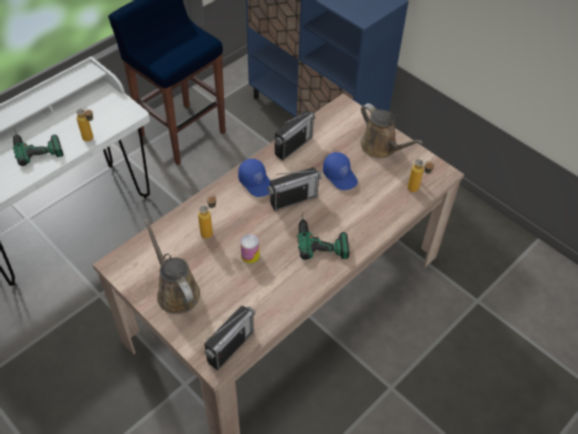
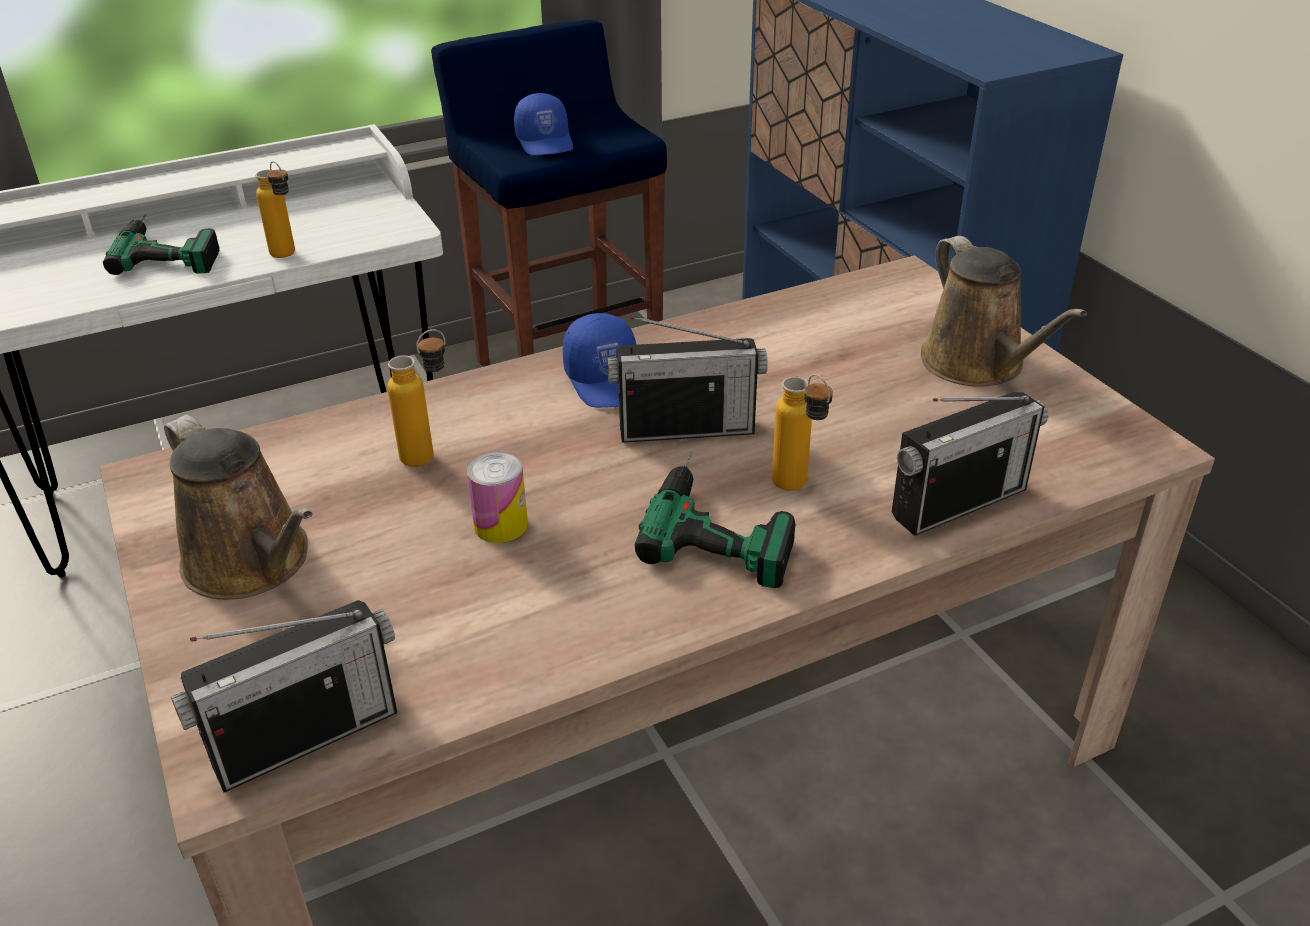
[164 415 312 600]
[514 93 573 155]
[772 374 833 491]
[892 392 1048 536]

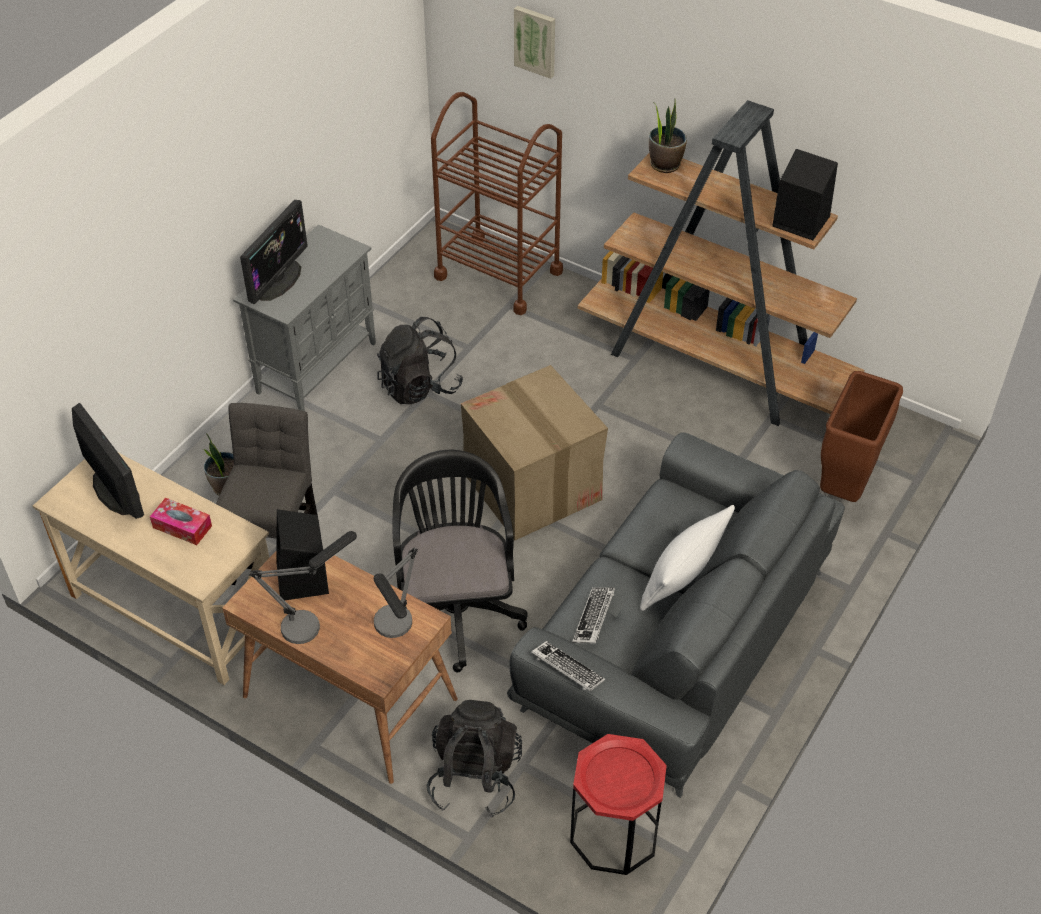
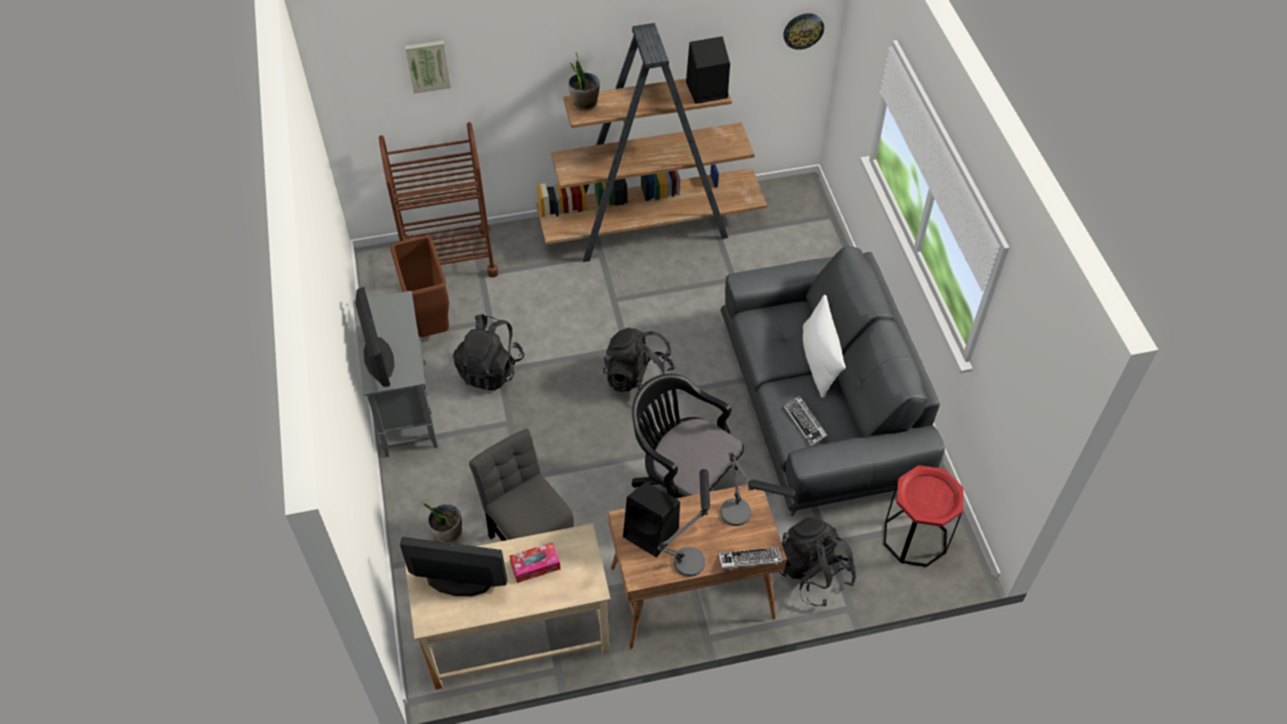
[391 235 449 337]
[603 328 676 400]
[719 547 782 570]
[783 13 824 50]

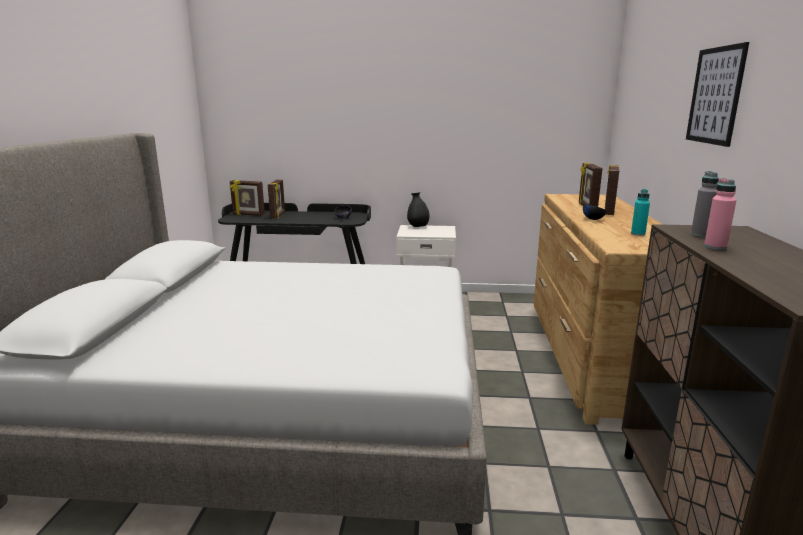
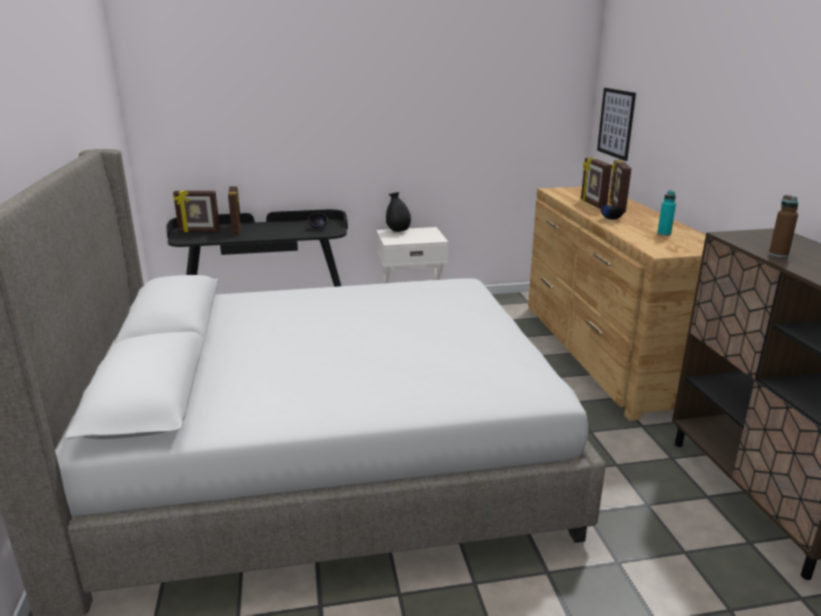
[597 88 636 161]
[769 195 798 257]
[691 171 719 237] (first image)

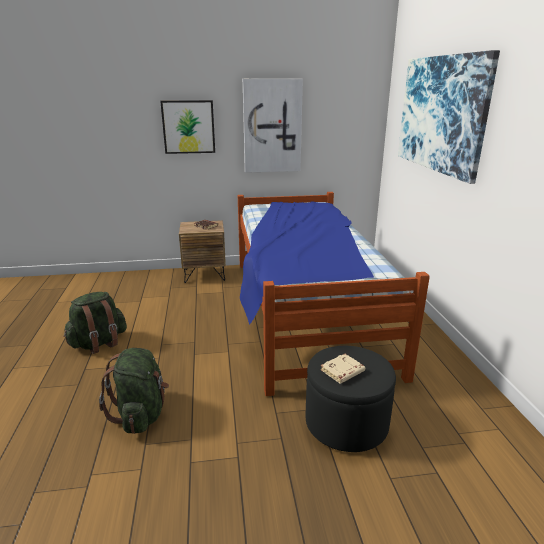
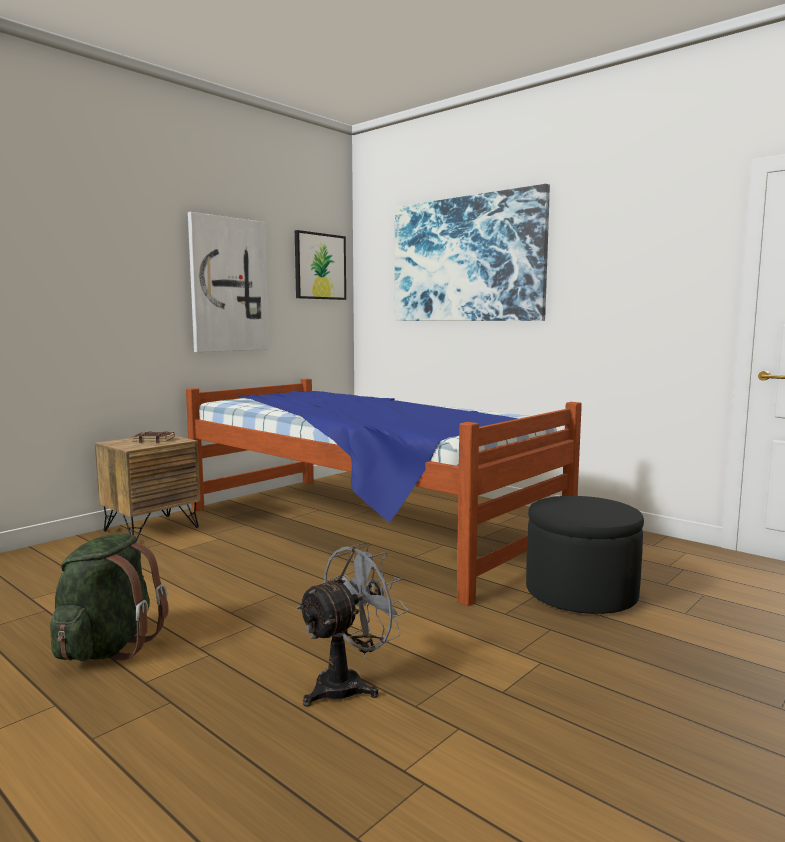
[295 230 346 300]
[296 542 409 707]
[320 354 365 384] (first image)

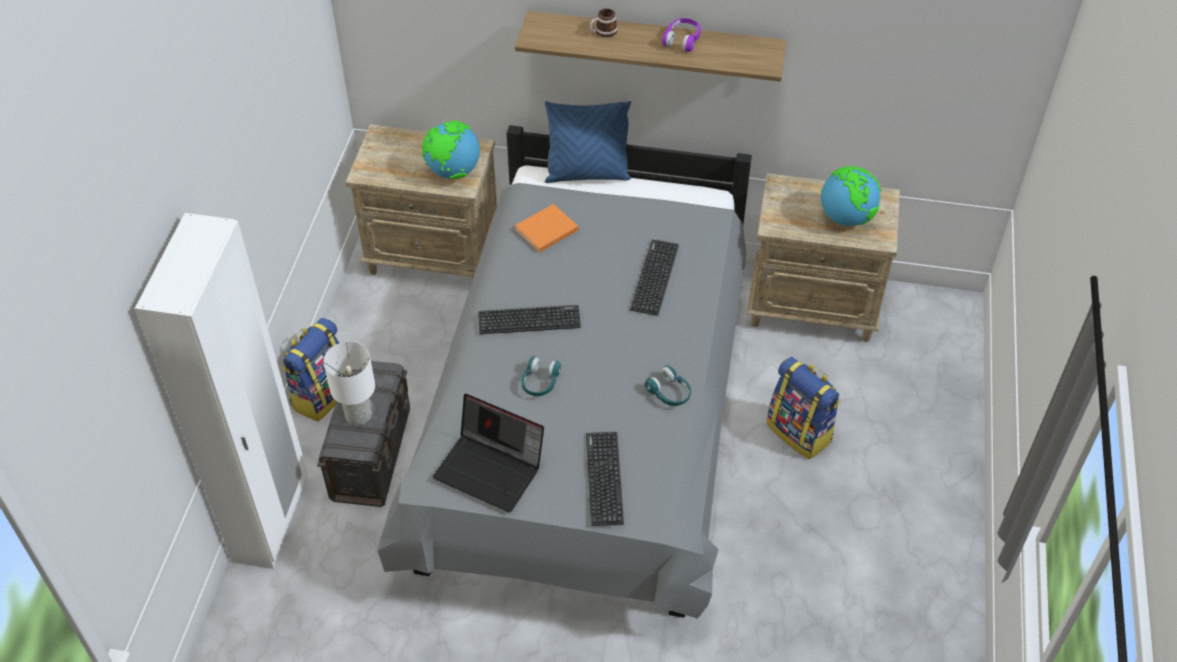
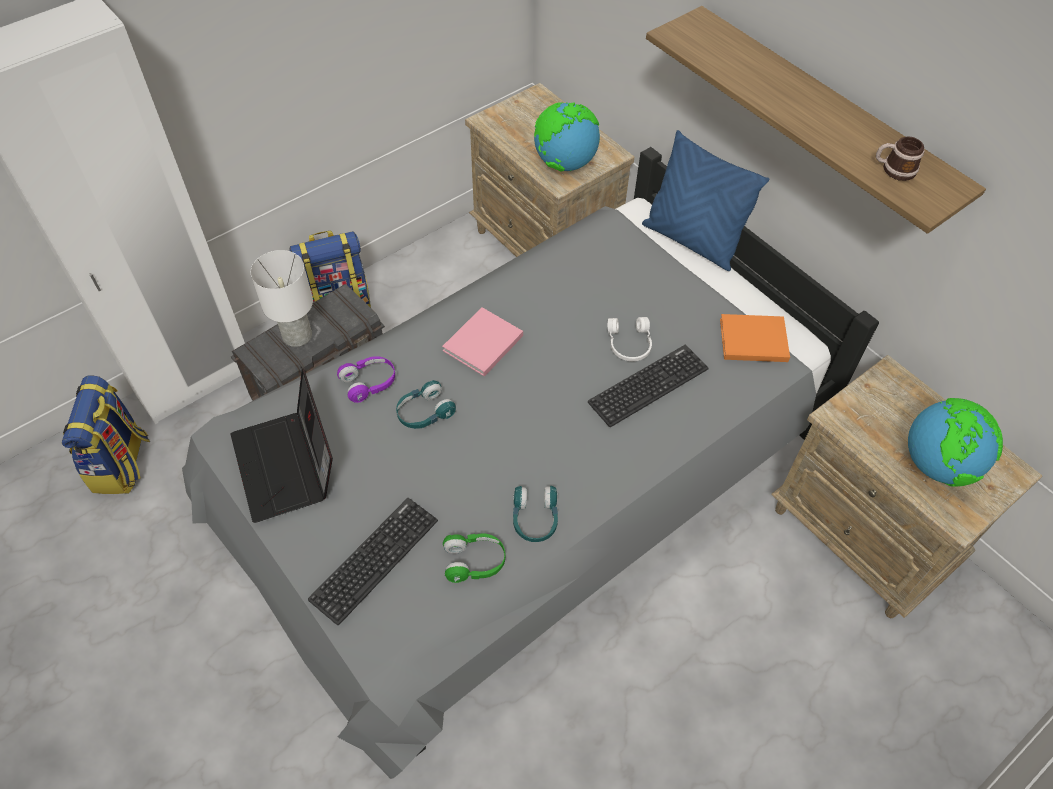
[62 375 150 494]
[337 356 395 403]
[442 307 523 377]
[443 534 506 583]
[607 317 652 361]
[720 314 790 362]
[876 136 924 181]

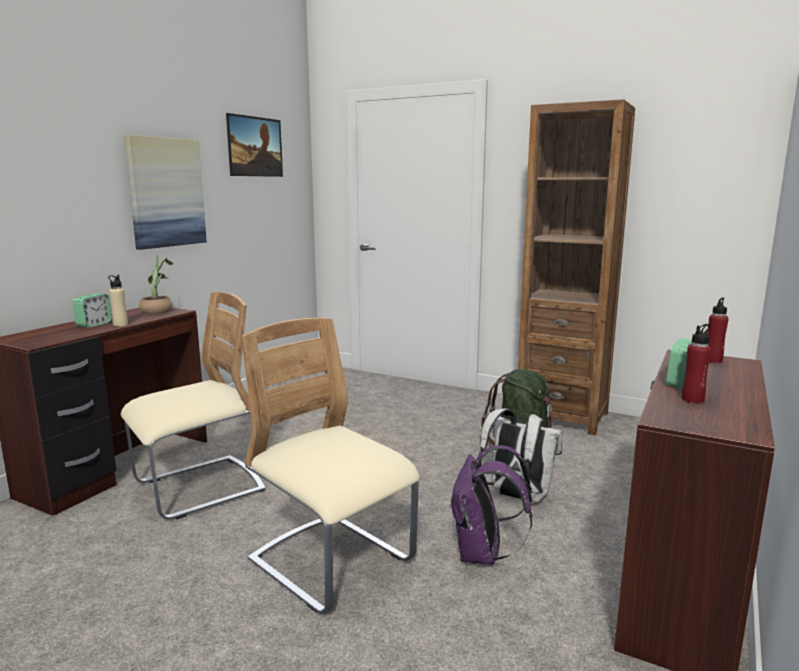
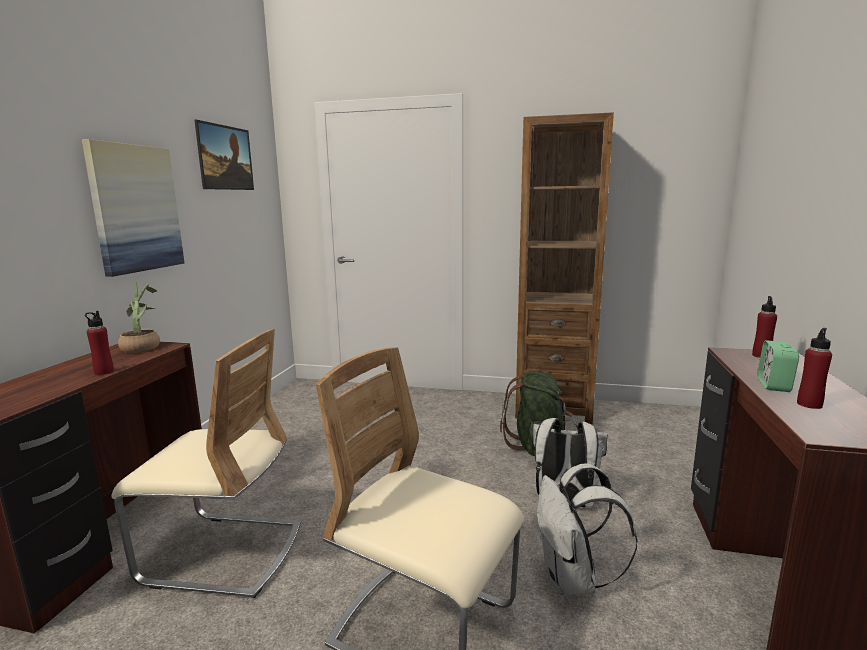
[85 311 114 375]
[112 329 301 598]
[537 463 637 595]
[72 294 112 328] (first image)

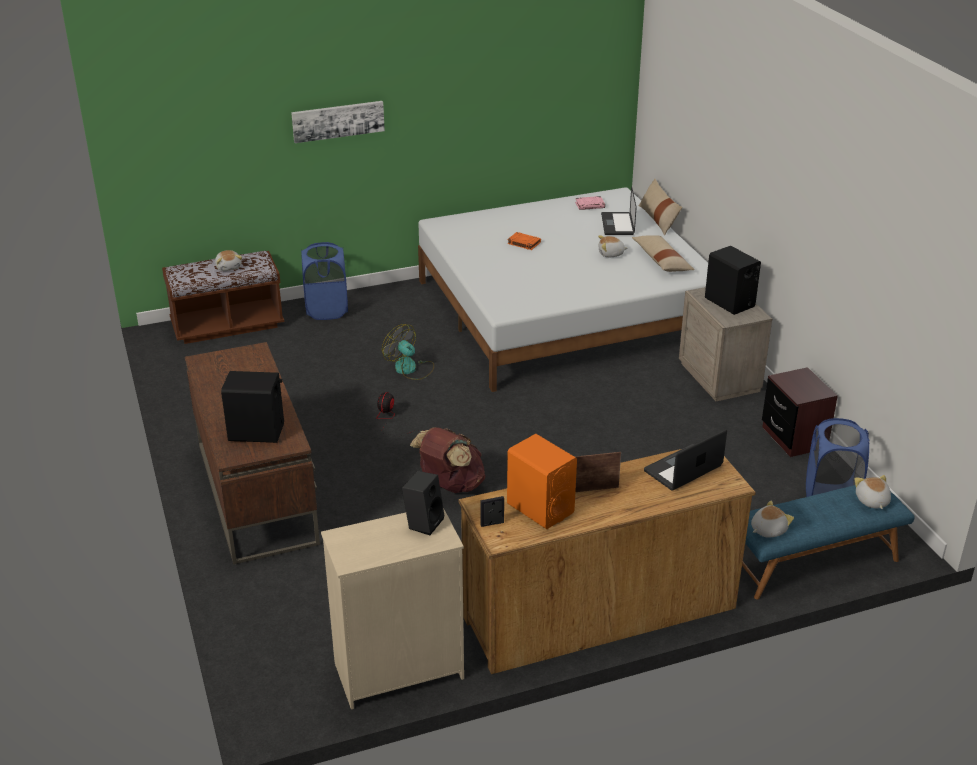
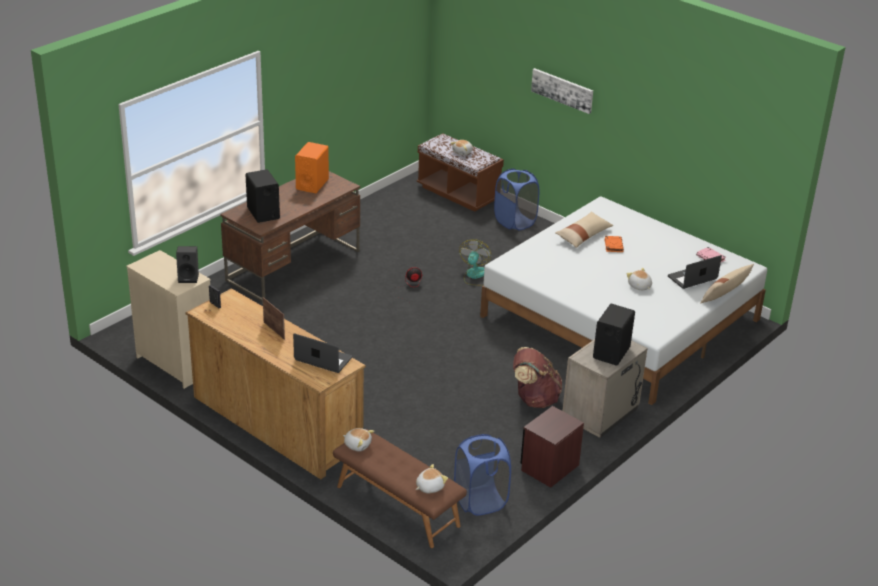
[295 142 329 193]
[333 429 467 548]
[513 347 562 408]
[555 211 613 248]

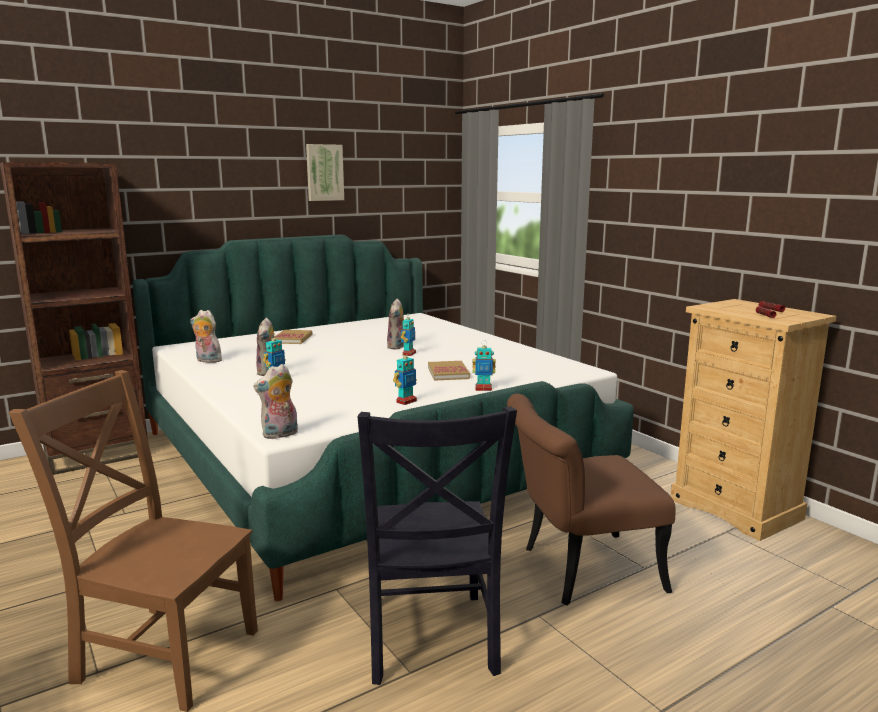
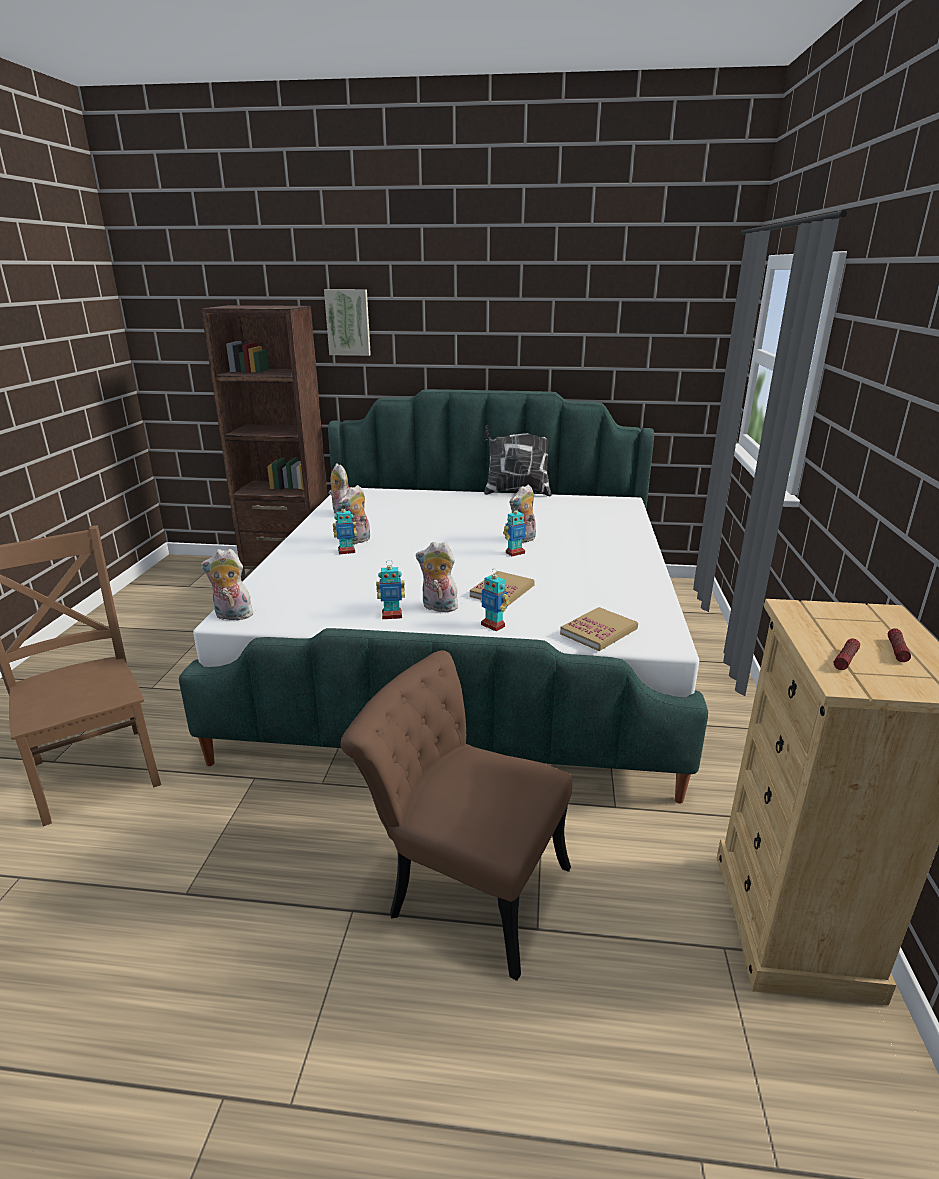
[324 289 371 356]
[416 542 458 614]
[484 425 551 496]
[560 607 638 651]
[358 406 517 685] (first image)

